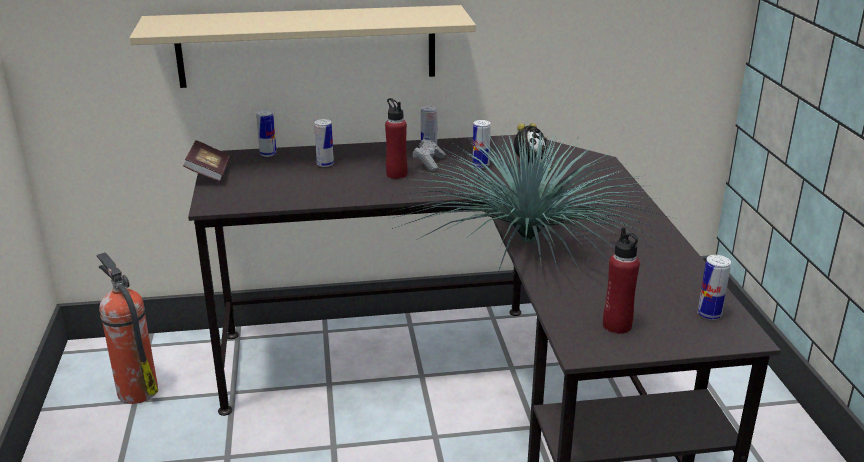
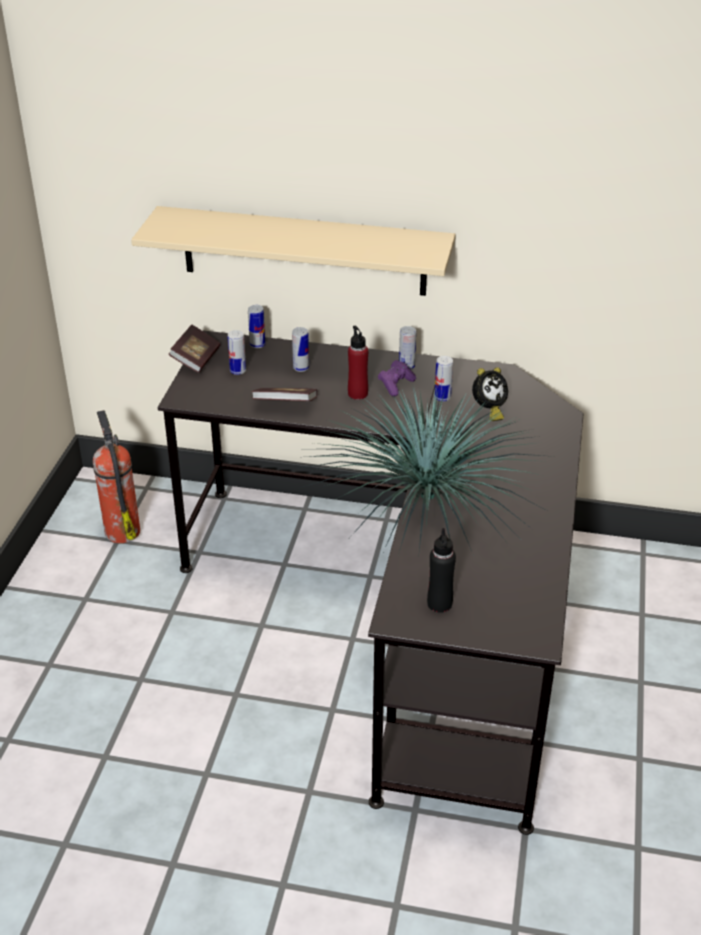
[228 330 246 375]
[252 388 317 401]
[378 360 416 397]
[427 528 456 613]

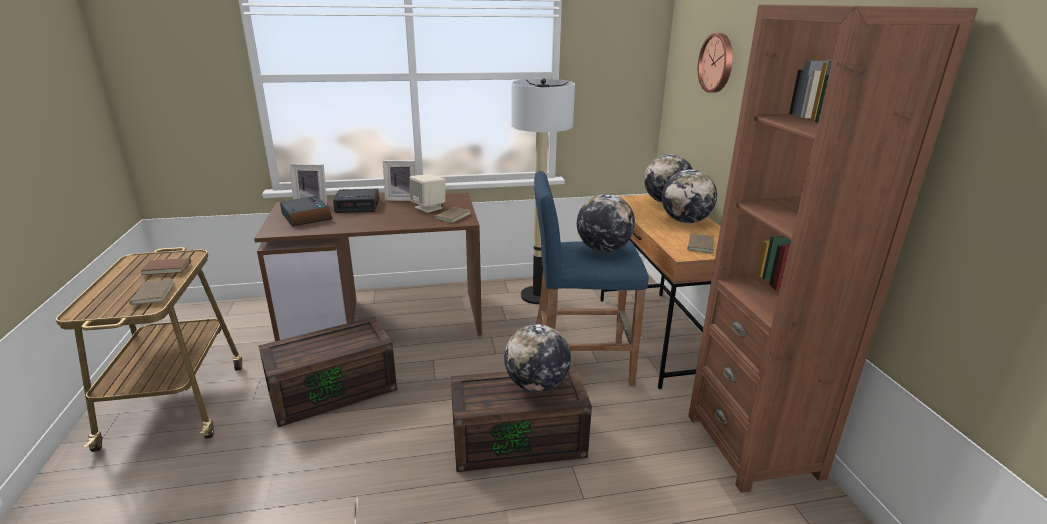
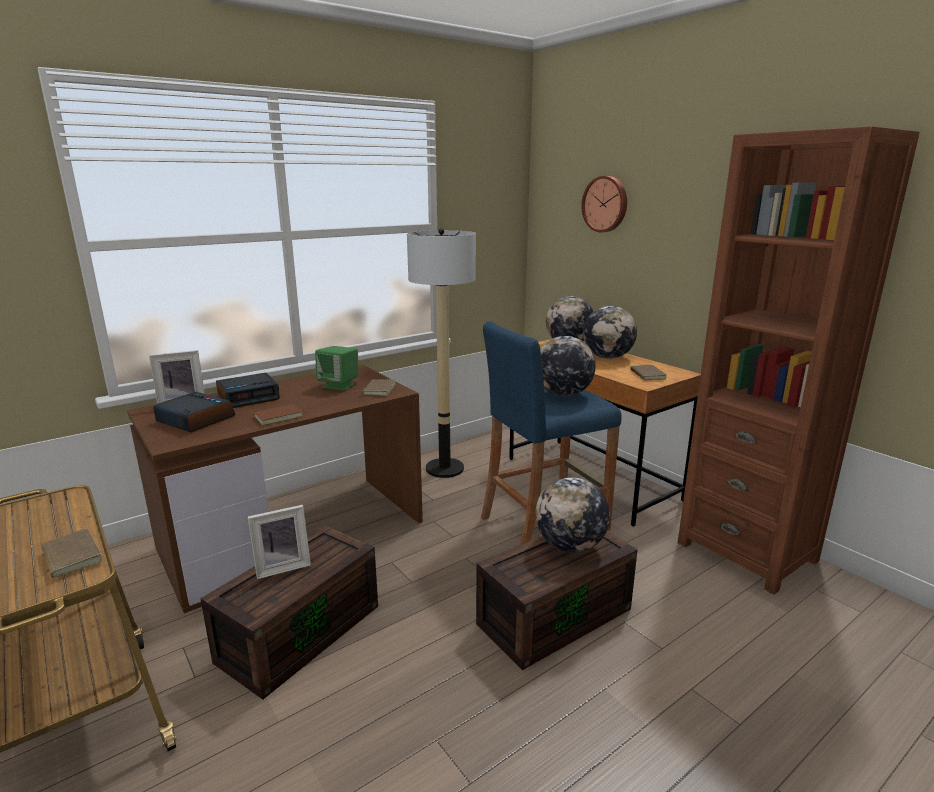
[248 505 311 579]
[251 405 303 426]
[315 346 358 391]

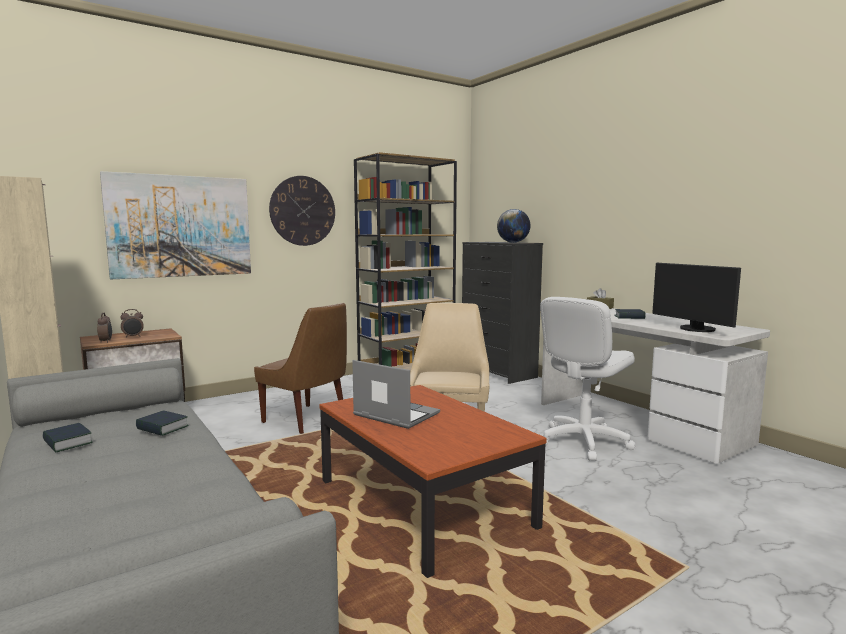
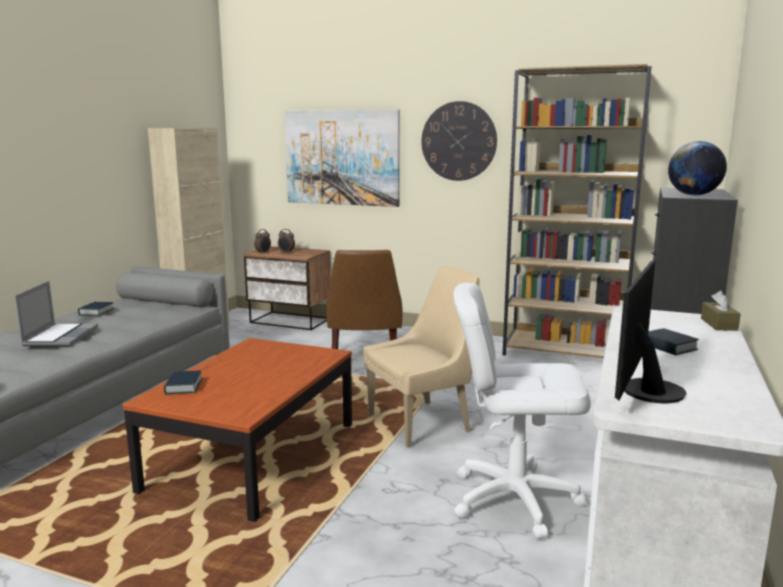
[15 281 98 346]
[164 370 203 394]

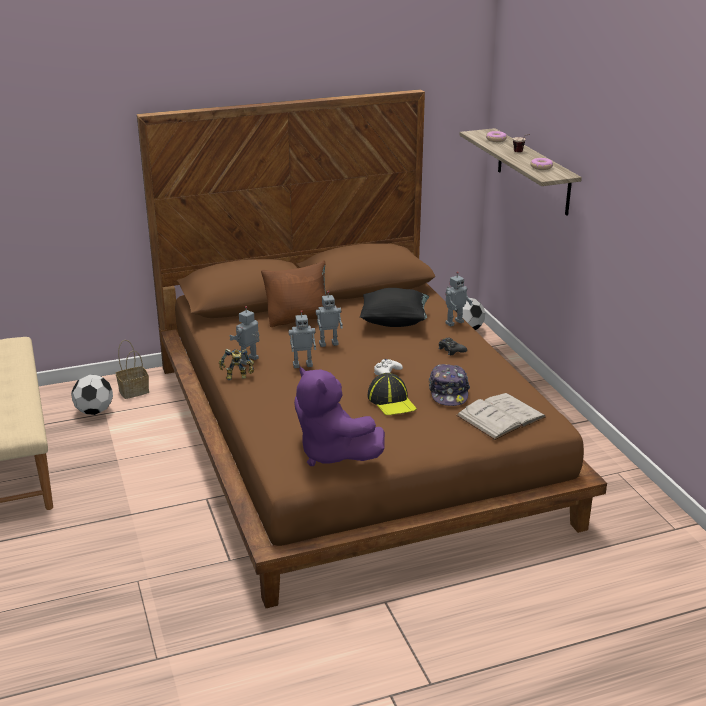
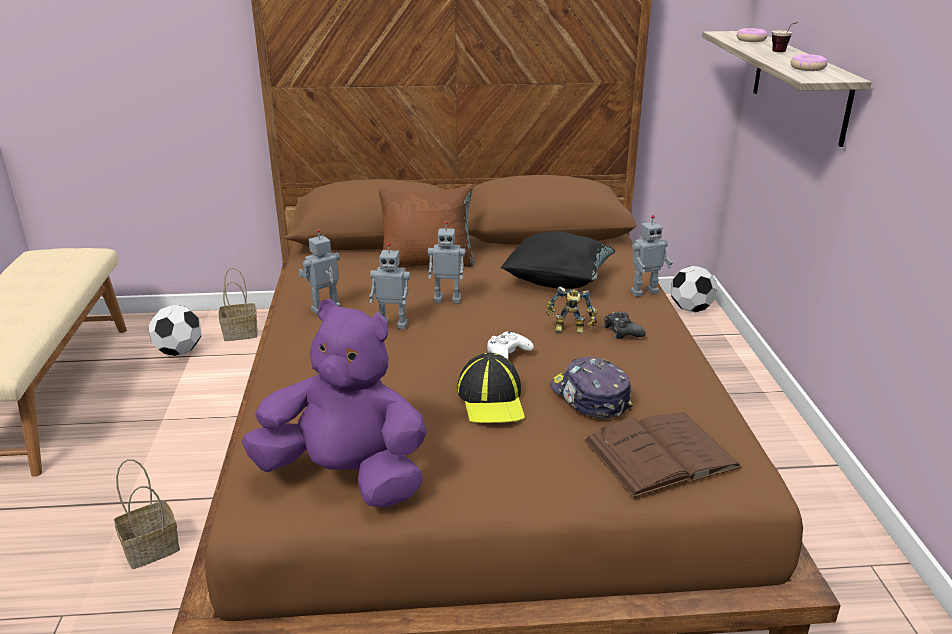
[114 459 180 569]
[242 299 427 508]
[546 287 598 333]
[550 357 633 418]
[584 412 742 497]

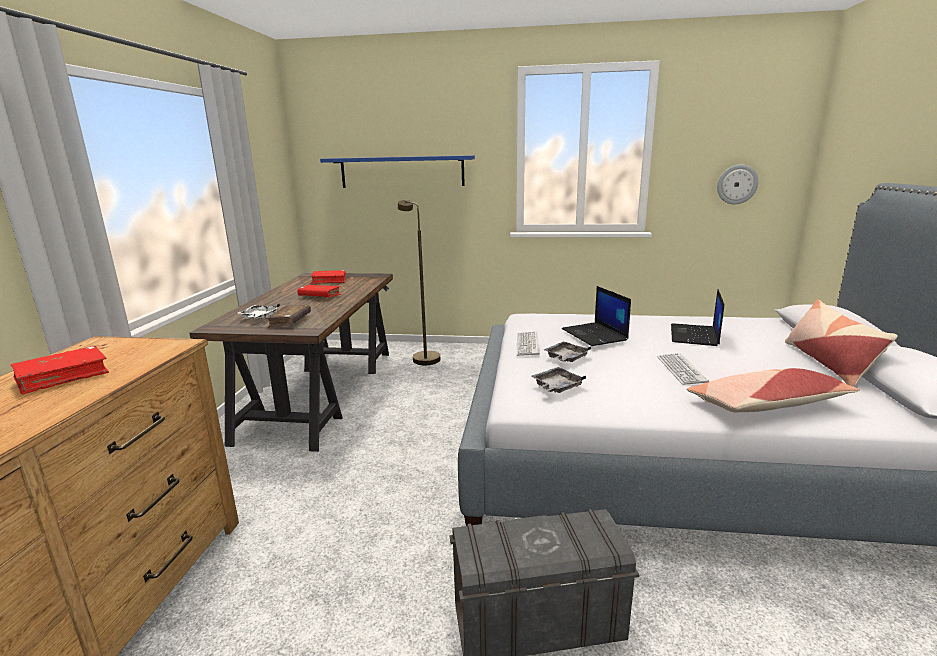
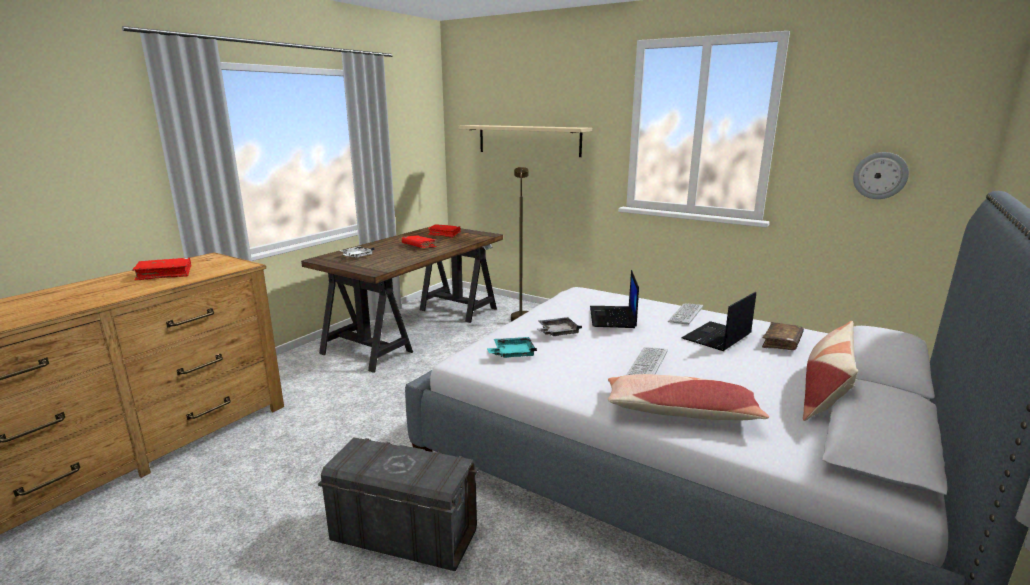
[458 125 592 157]
[487 337 537 358]
[668 303 703 325]
[762 322 804 350]

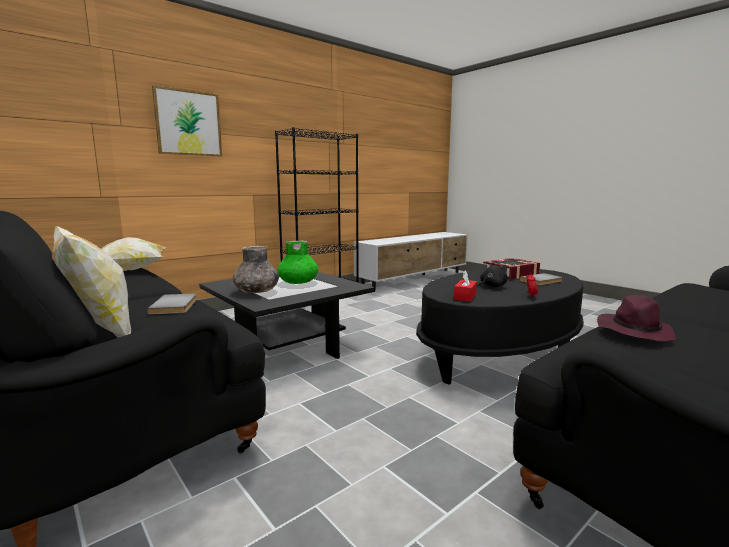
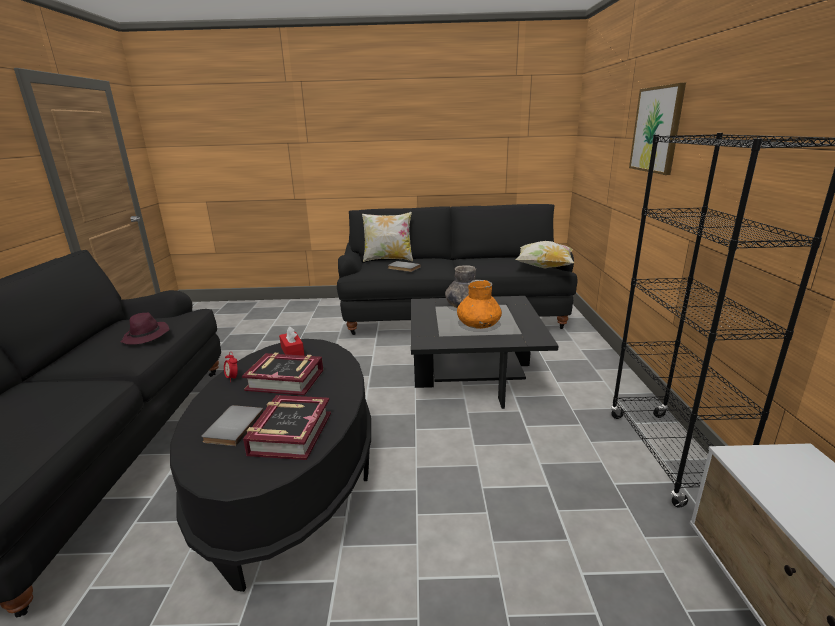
[242 353 323 396]
[457 280 502 329]

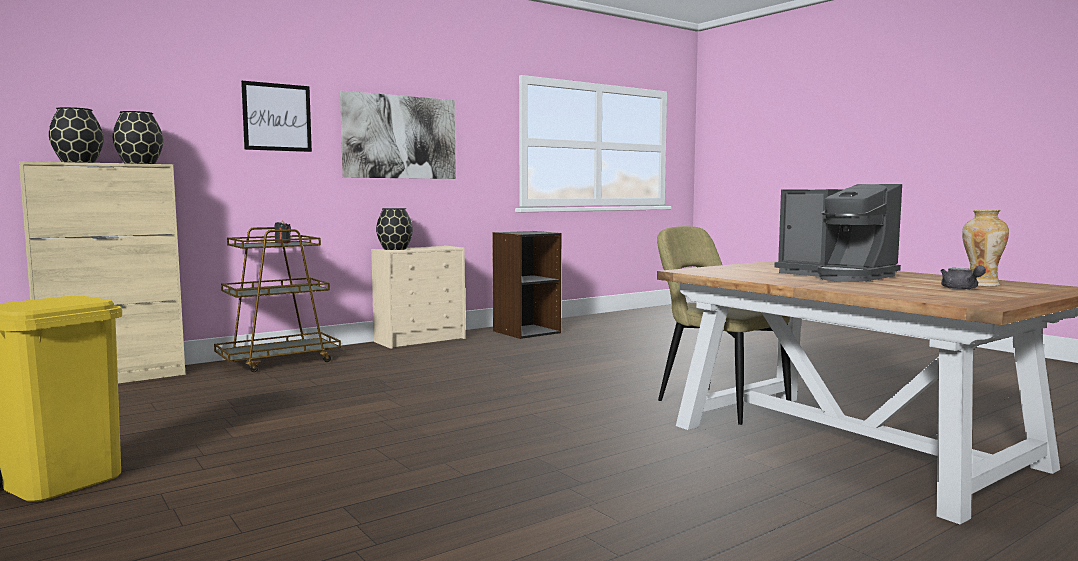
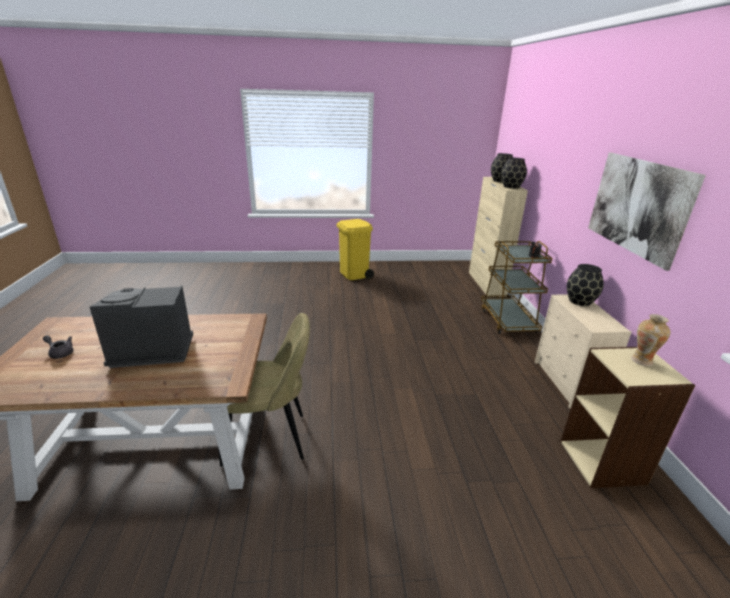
[560 347 695 488]
[631 314 670 366]
[241 81 312 152] (first image)

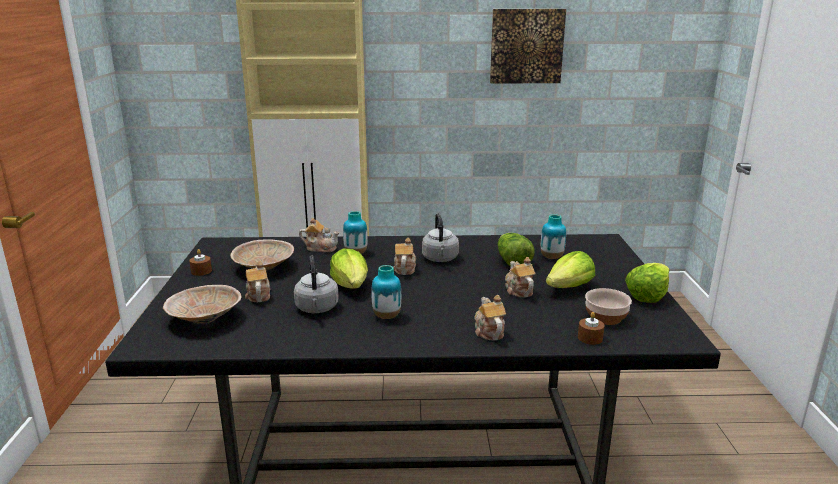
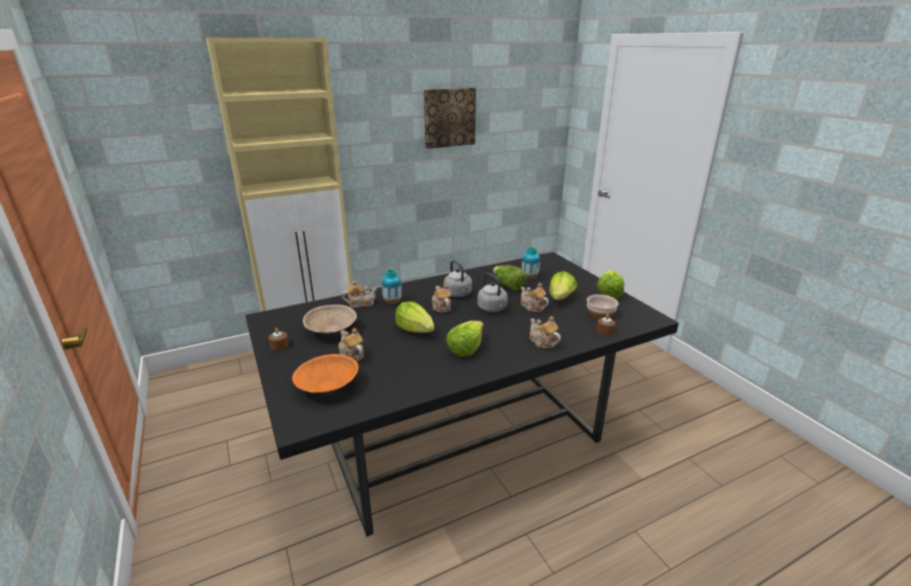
[292 354 359 393]
[446 321 484 357]
[477 273 508 312]

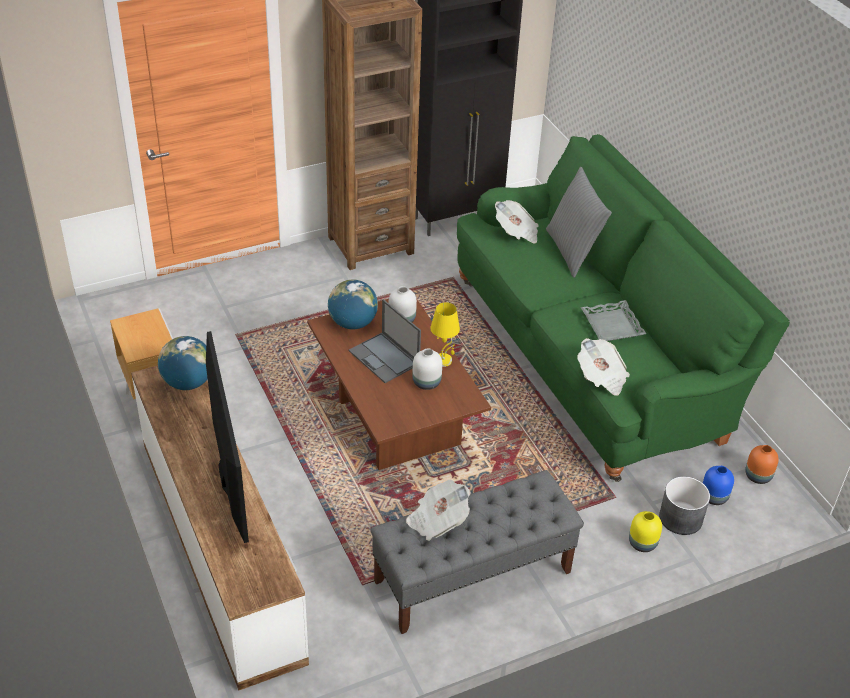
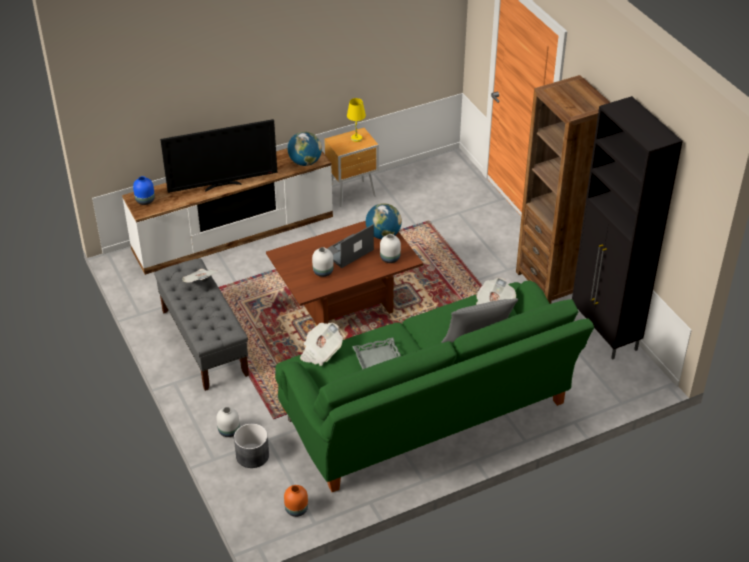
[133 176 155 205]
[217 407 240 437]
[347 98 366 142]

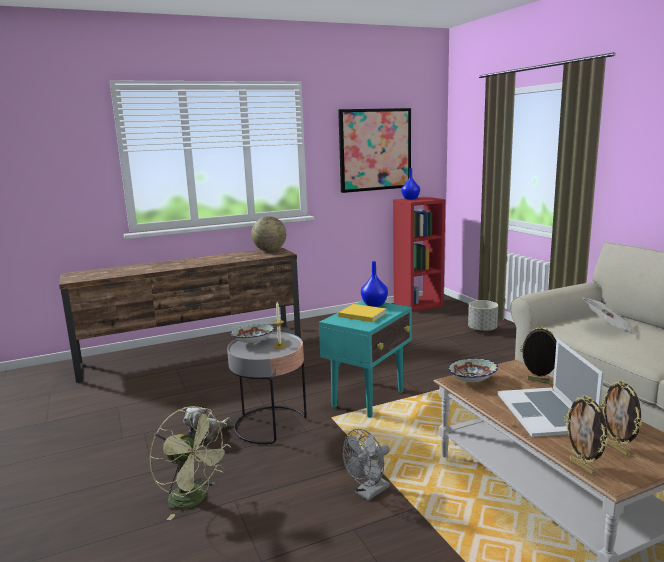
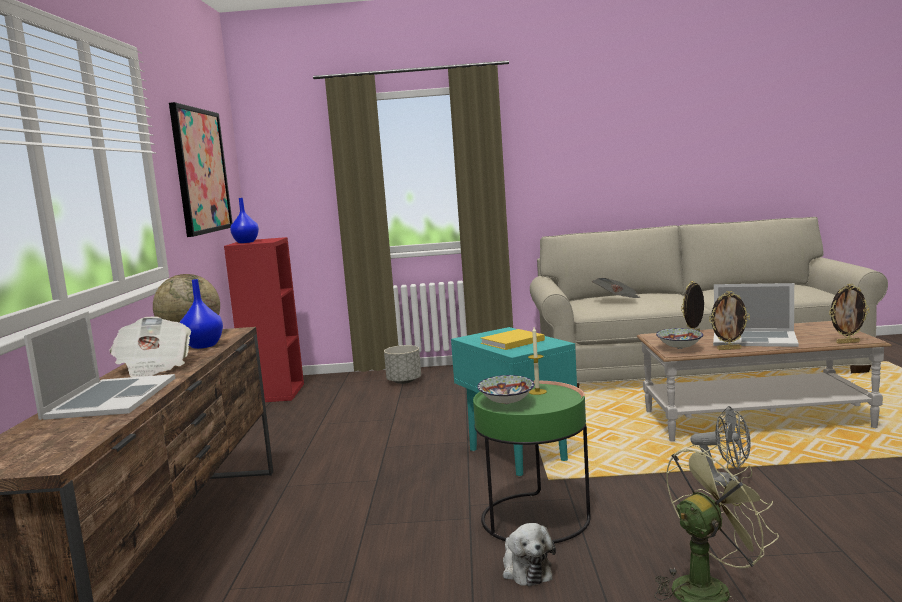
[24 311 175 420]
[109 316 191 377]
[180 279 223 349]
[473 380 590 544]
[690 406 751 486]
[709 291 750 350]

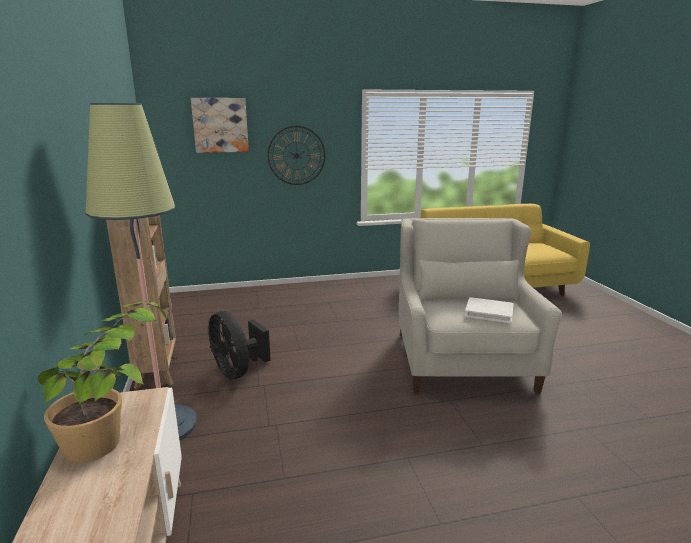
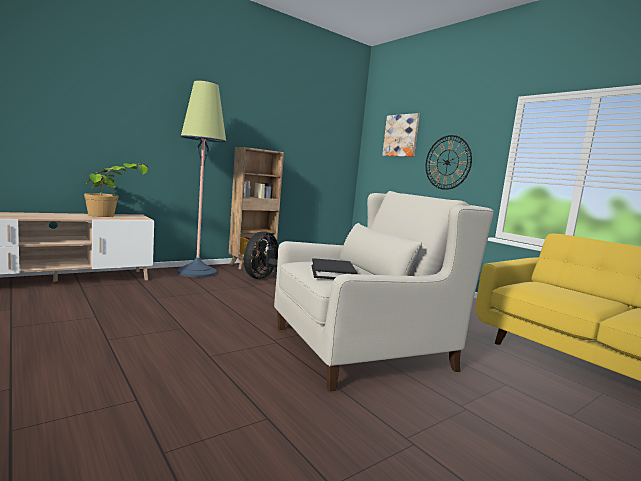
[312 258 358 279]

